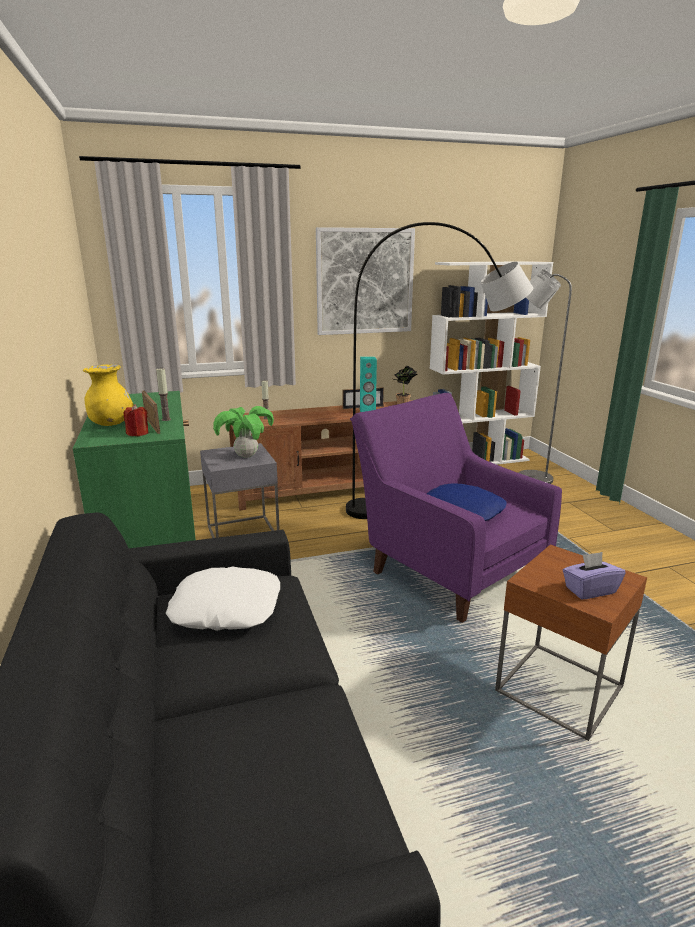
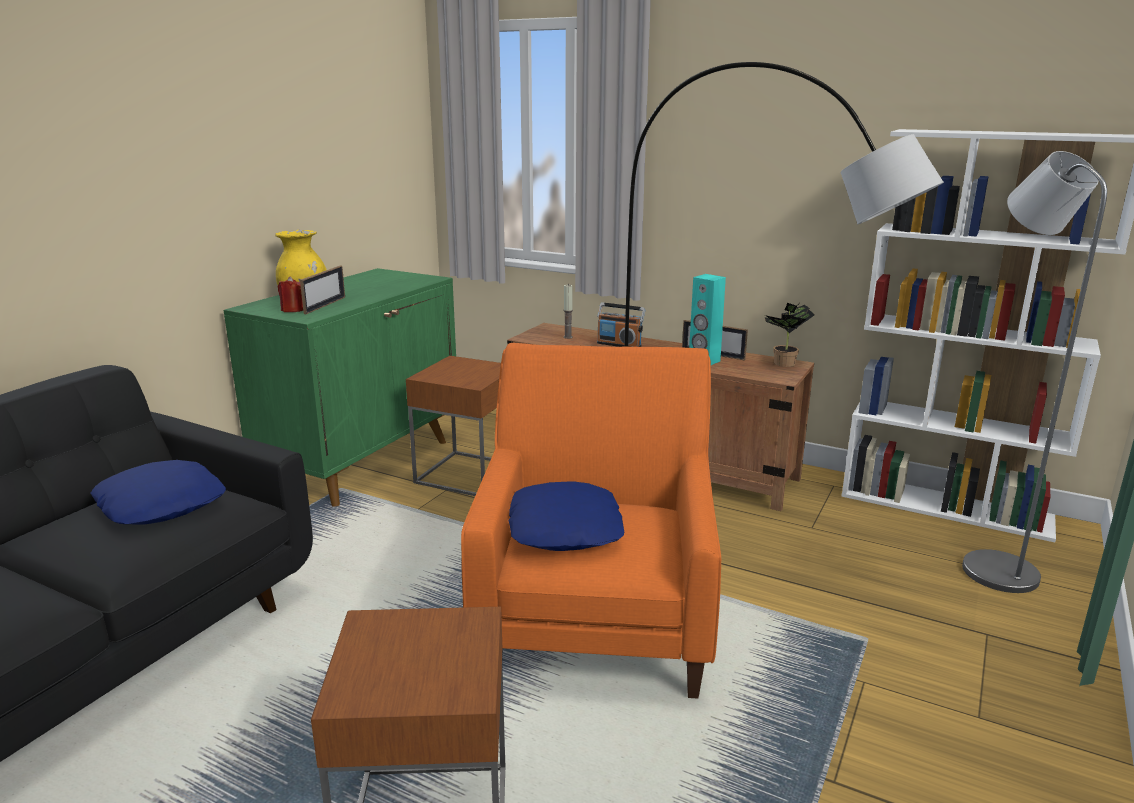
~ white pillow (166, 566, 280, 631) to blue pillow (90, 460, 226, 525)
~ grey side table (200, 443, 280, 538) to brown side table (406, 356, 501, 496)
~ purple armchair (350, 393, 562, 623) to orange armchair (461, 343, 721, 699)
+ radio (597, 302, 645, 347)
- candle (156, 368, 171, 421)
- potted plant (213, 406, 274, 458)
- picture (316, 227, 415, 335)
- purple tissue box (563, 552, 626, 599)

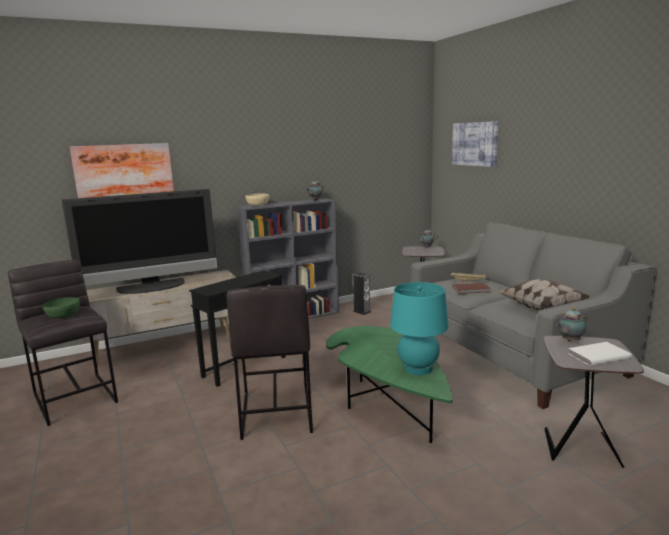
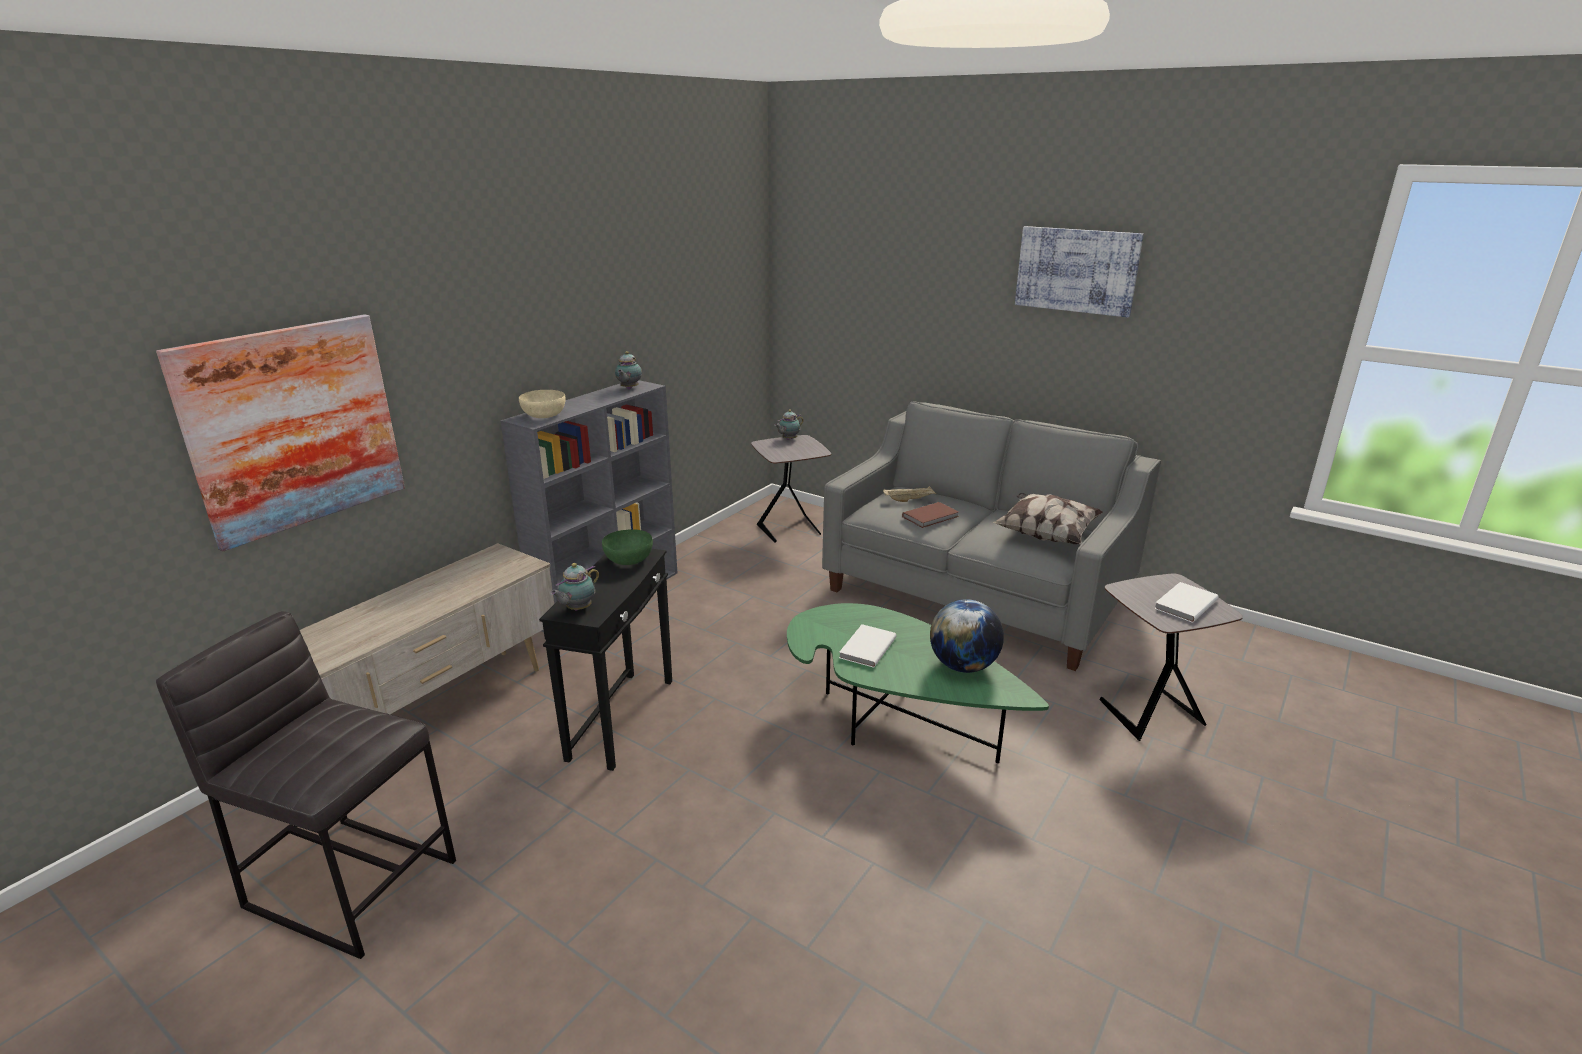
~ teapot (556, 307, 587, 342) to (550, 563, 599, 611)
~ green bowl (43, 297, 80, 319) to (602, 529, 653, 565)
+ white book (839, 624, 896, 668)
~ turquoise table lamp (390, 282, 448, 375) to globe (930, 599, 1004, 673)
~ picture (452, 121, 499, 167) to (1015, 226, 1144, 317)
- television (62, 189, 217, 294)
- grey stool (227, 285, 313, 440)
- speaker (353, 272, 371, 315)

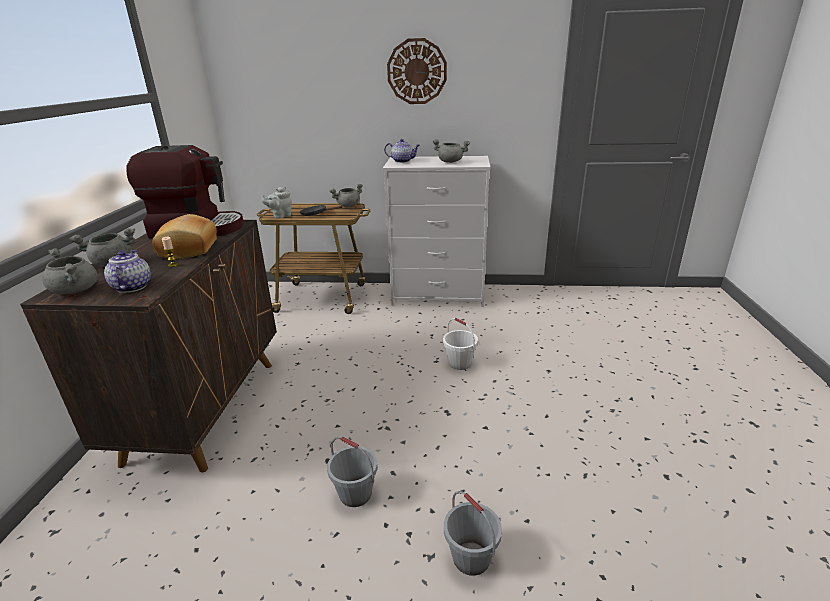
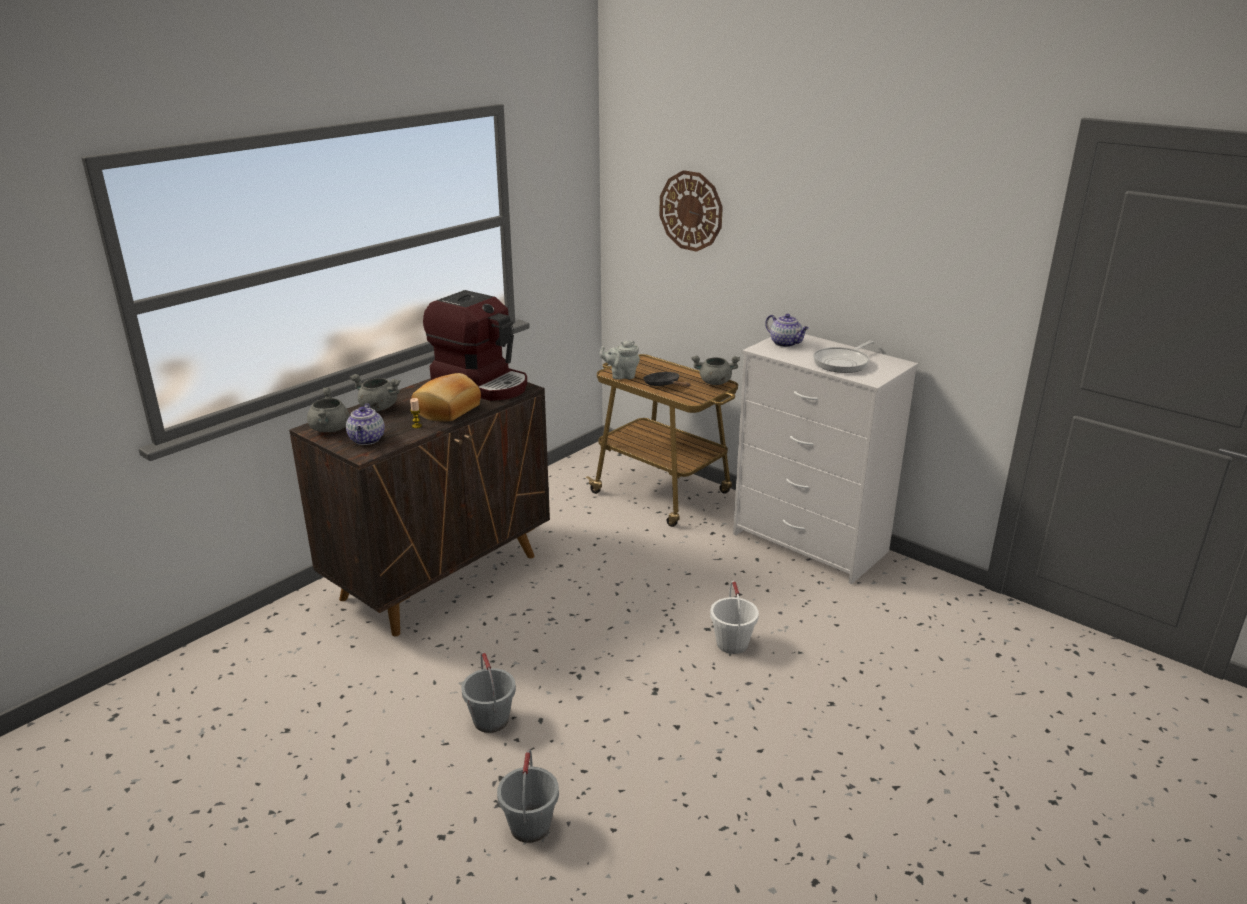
~ teapot (104, 250, 151, 293) = (346, 403, 385, 445) 150 degrees clockwise
~ wall clock (387, 38, 447, 104) to (659, 170, 723, 252)
~ grey cooking pot (433, 139, 470, 163) to frying pan (813, 341, 873, 373)

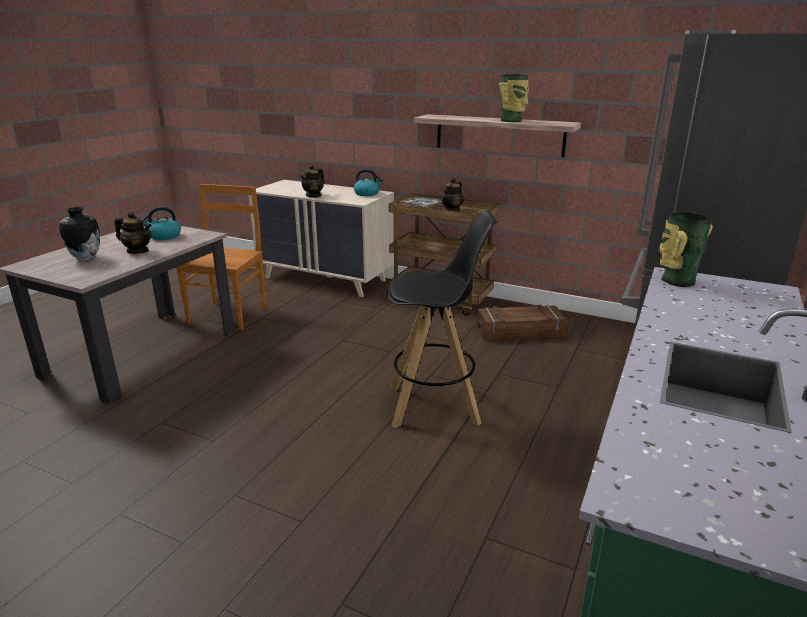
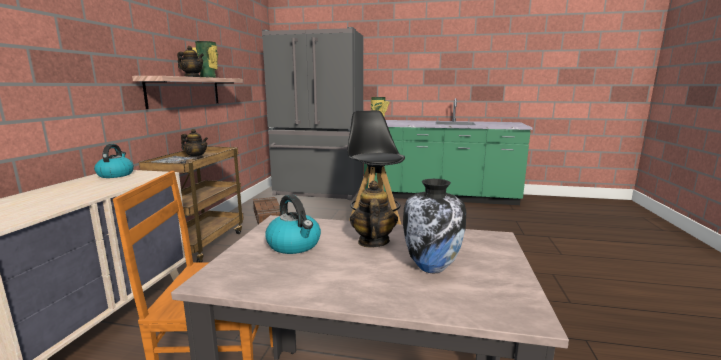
~ teapot (300, 164, 325, 198) to (177, 46, 204, 77)

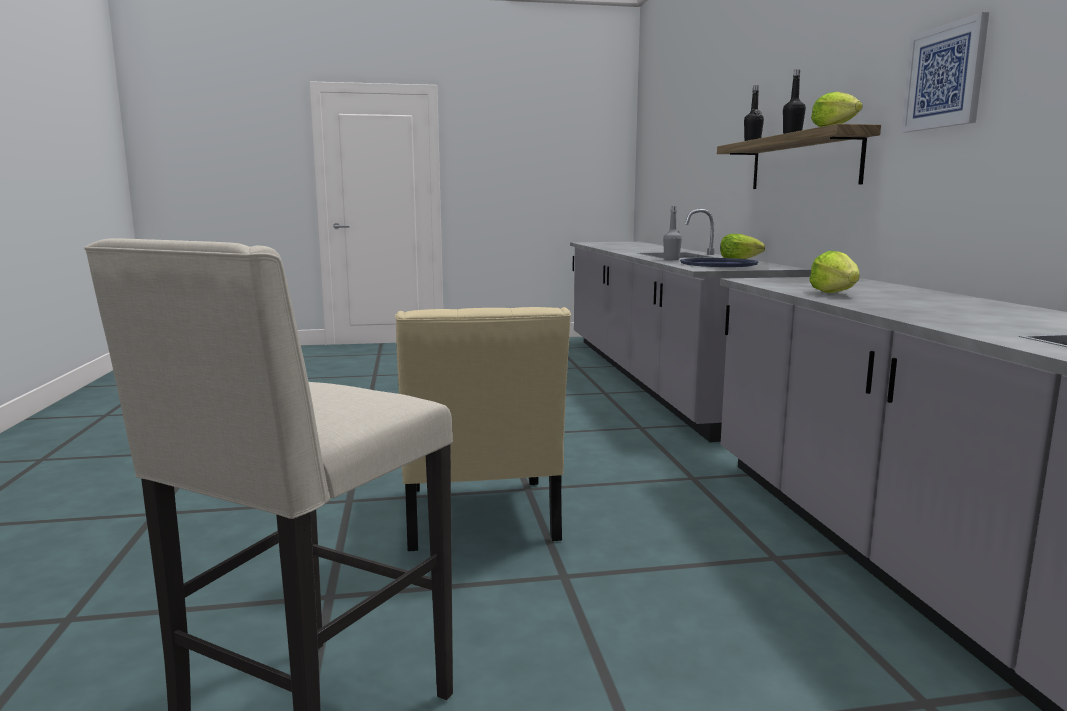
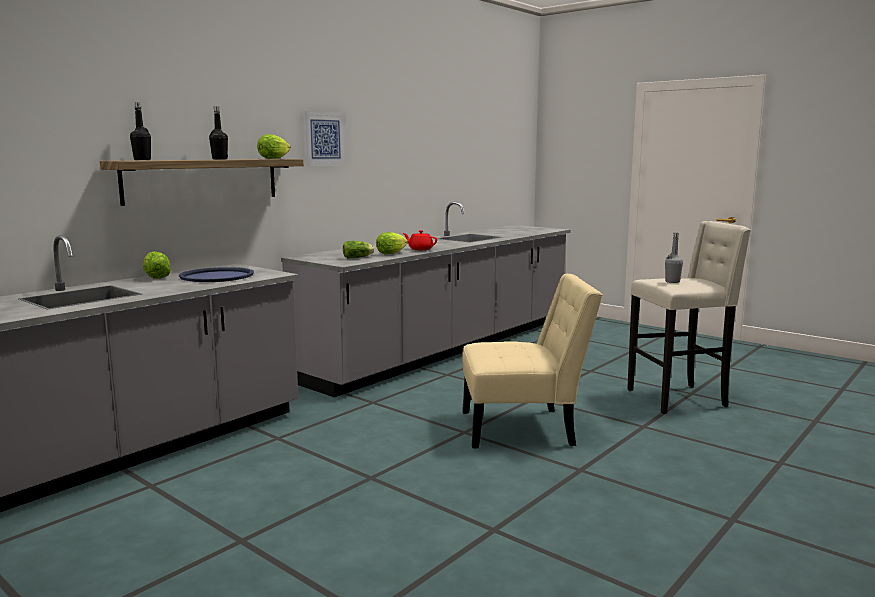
+ lettuce (343, 241, 374, 258)
+ red teapot (403, 230, 437, 250)
~ beige chair (395, 307, 571, 551) = (462, 274, 602, 449) 45 degrees clockwise
~ grey bottle (663, 206, 682, 260) to (665, 233, 683, 283)

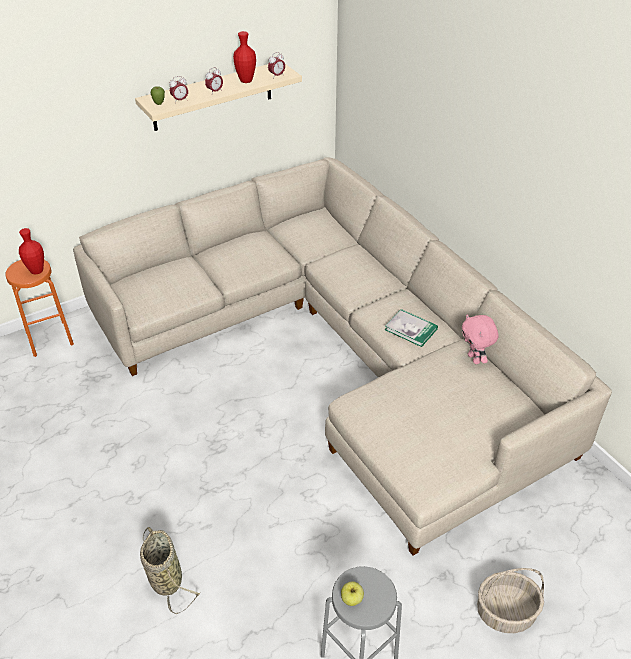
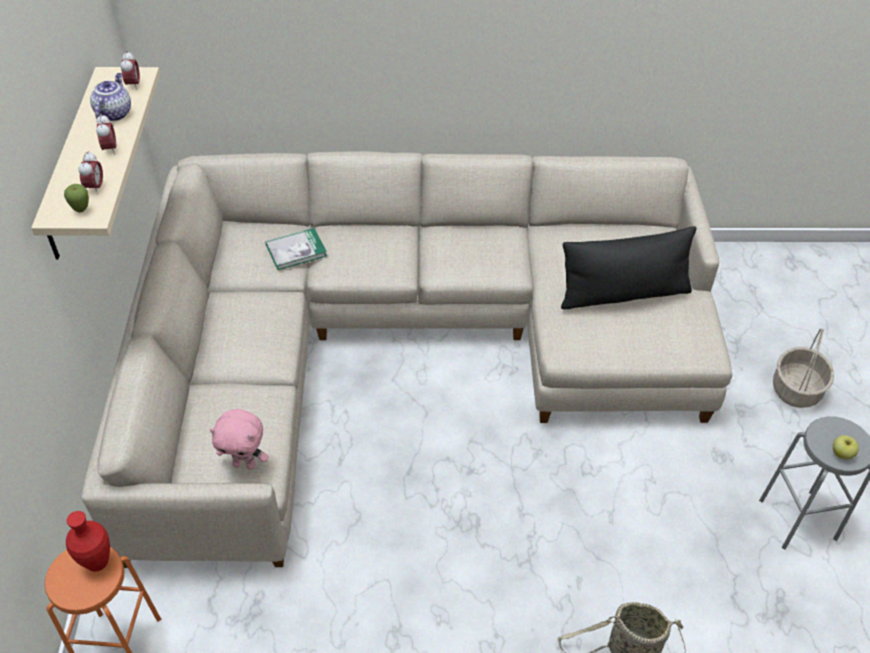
~ red vase (233, 31, 256, 83) to teapot (90, 73, 131, 121)
~ pink plush toy (462, 315, 499, 364) to (209, 409, 269, 470)
~ book (385, 309, 438, 347) to (265, 228, 327, 270)
+ black pillow (561, 226, 697, 309)

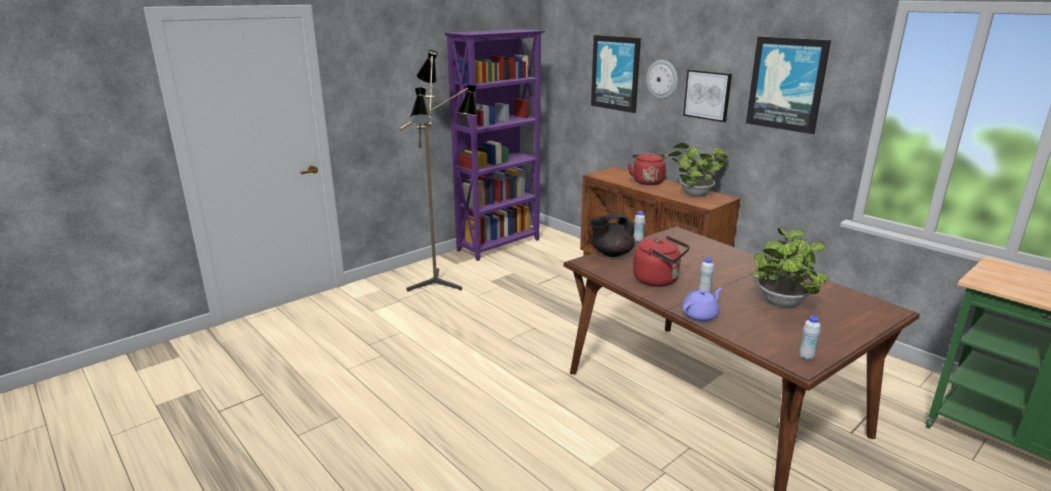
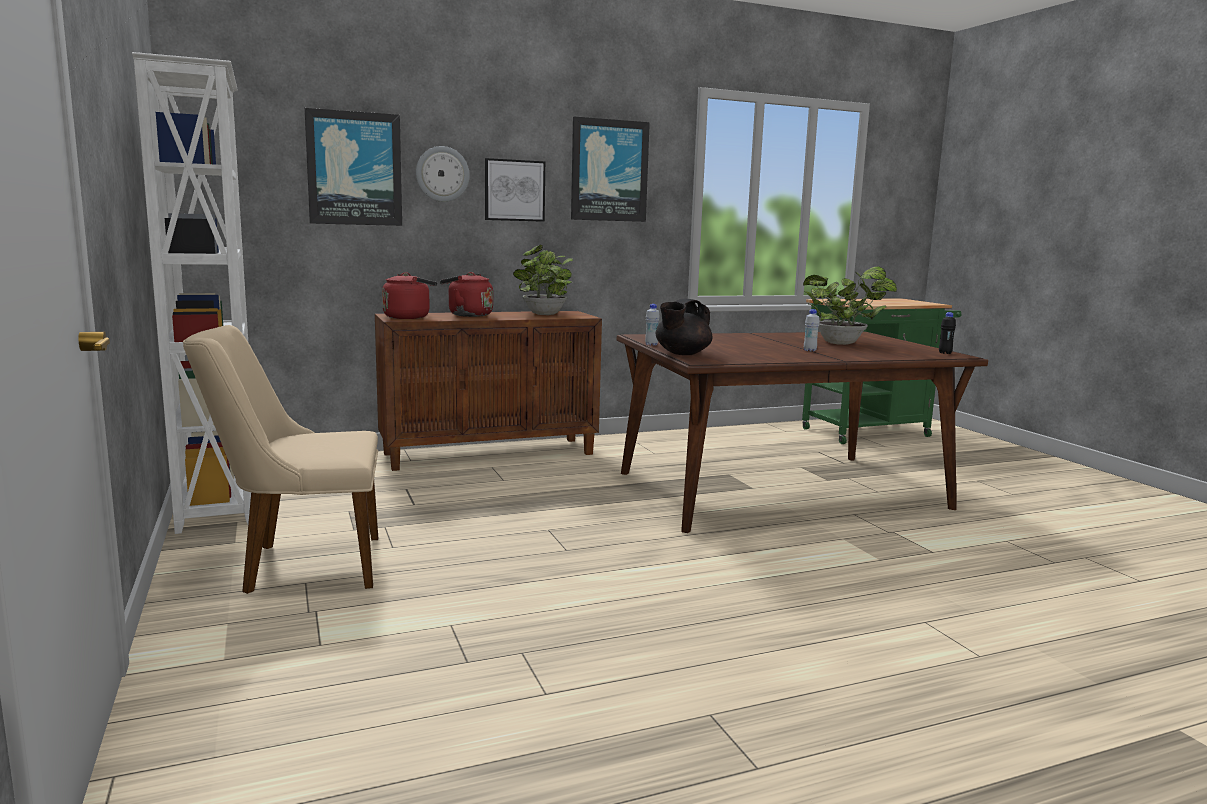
~ purple bookcase (444, 29, 545, 261) to white bookcase (132, 52, 251, 534)
~ floor lamp (399, 50, 478, 292) to beige chair (183, 325, 378, 594)
~ red kettle (633, 236, 690, 287) to (382, 272, 437, 319)
~ black teapot (590, 213, 635, 257) = (656, 298, 712, 355) 45 degrees clockwise
~ white bottle (799, 316, 821, 360) to black bottle (939, 312, 956, 354)
- purple teapot (682, 288, 722, 322)

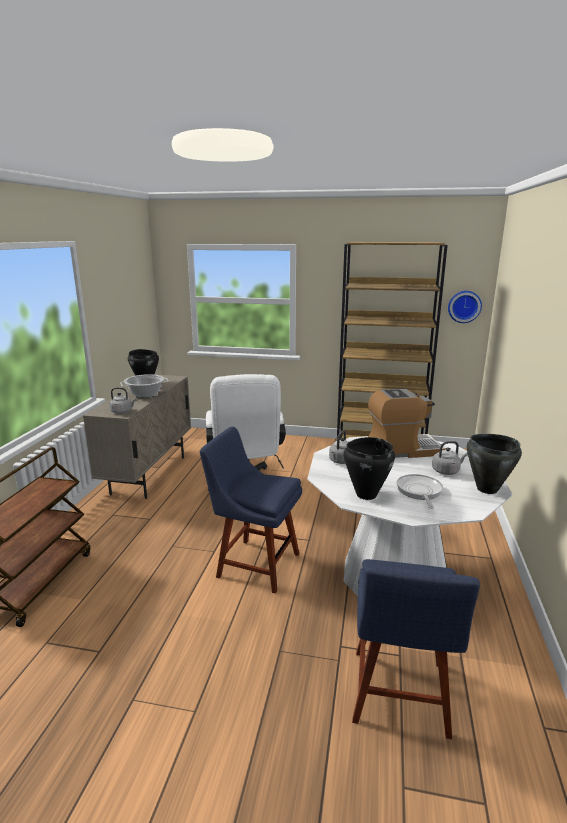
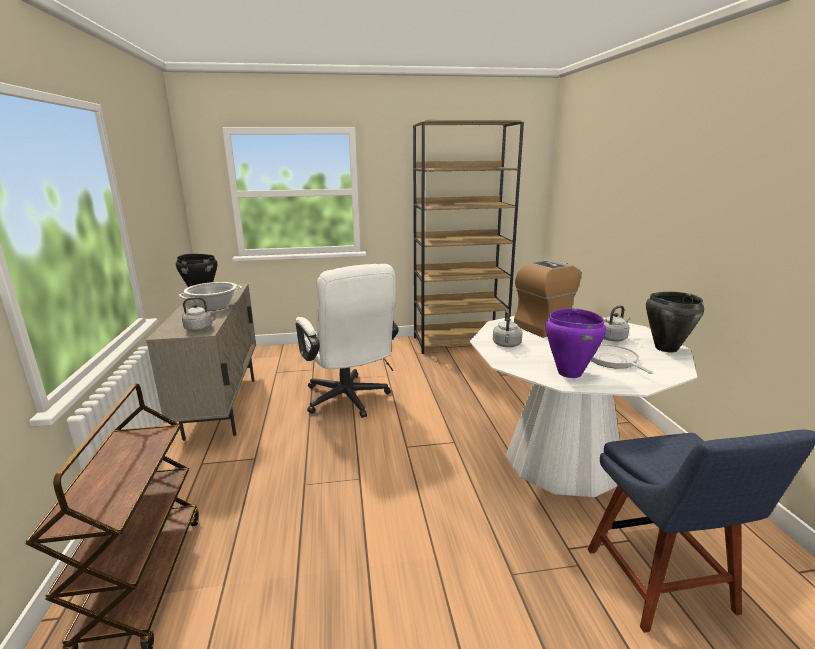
~ black cooking pot (344, 437, 395, 500) to purple cooking pot (545, 308, 606, 378)
- blue chair (200, 427, 302, 594)
- wall clock (448, 291, 482, 323)

